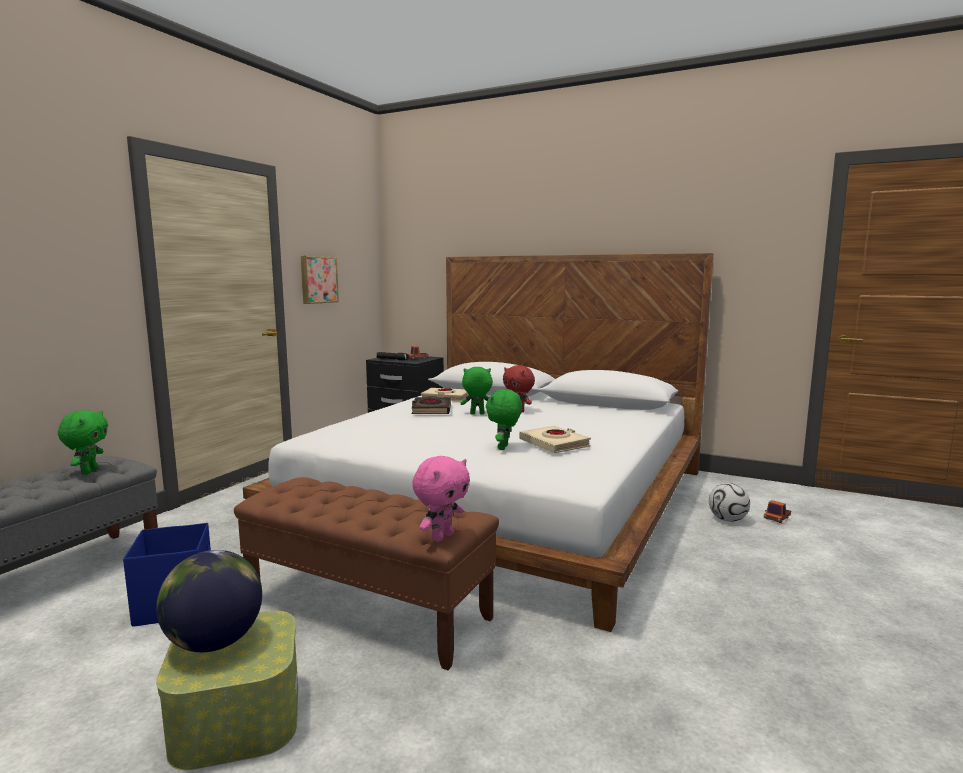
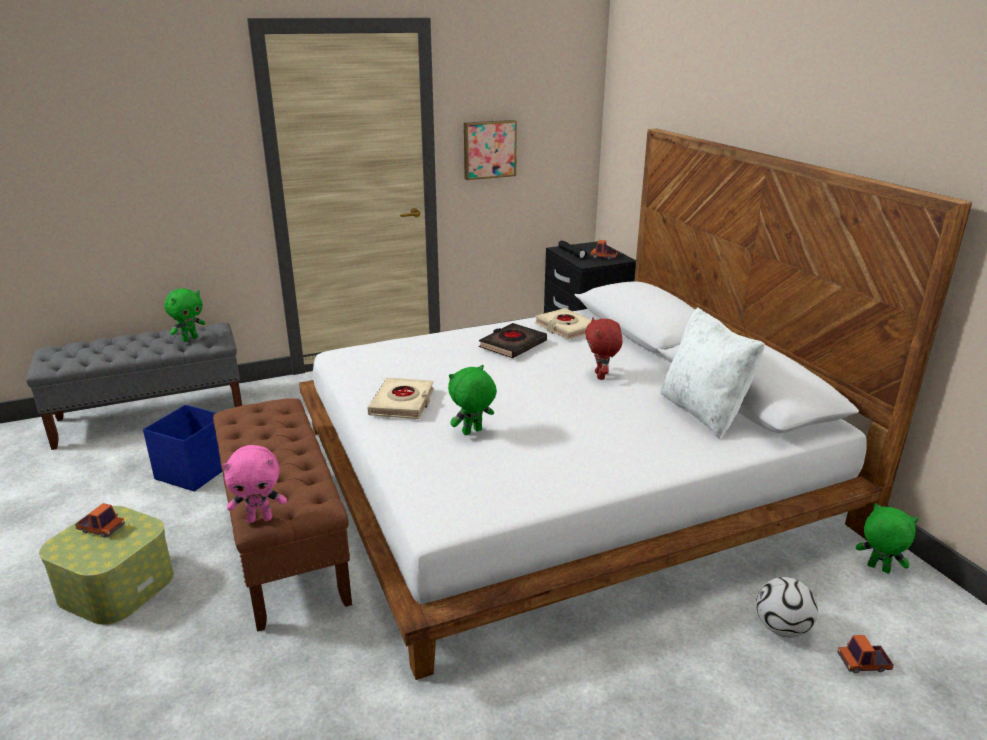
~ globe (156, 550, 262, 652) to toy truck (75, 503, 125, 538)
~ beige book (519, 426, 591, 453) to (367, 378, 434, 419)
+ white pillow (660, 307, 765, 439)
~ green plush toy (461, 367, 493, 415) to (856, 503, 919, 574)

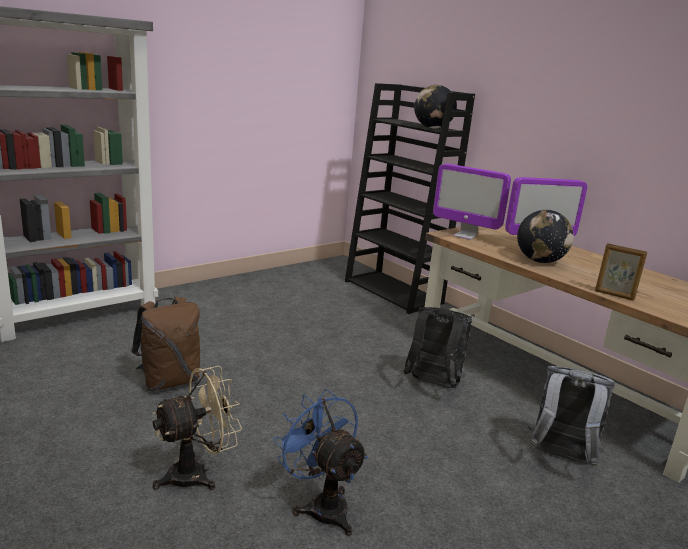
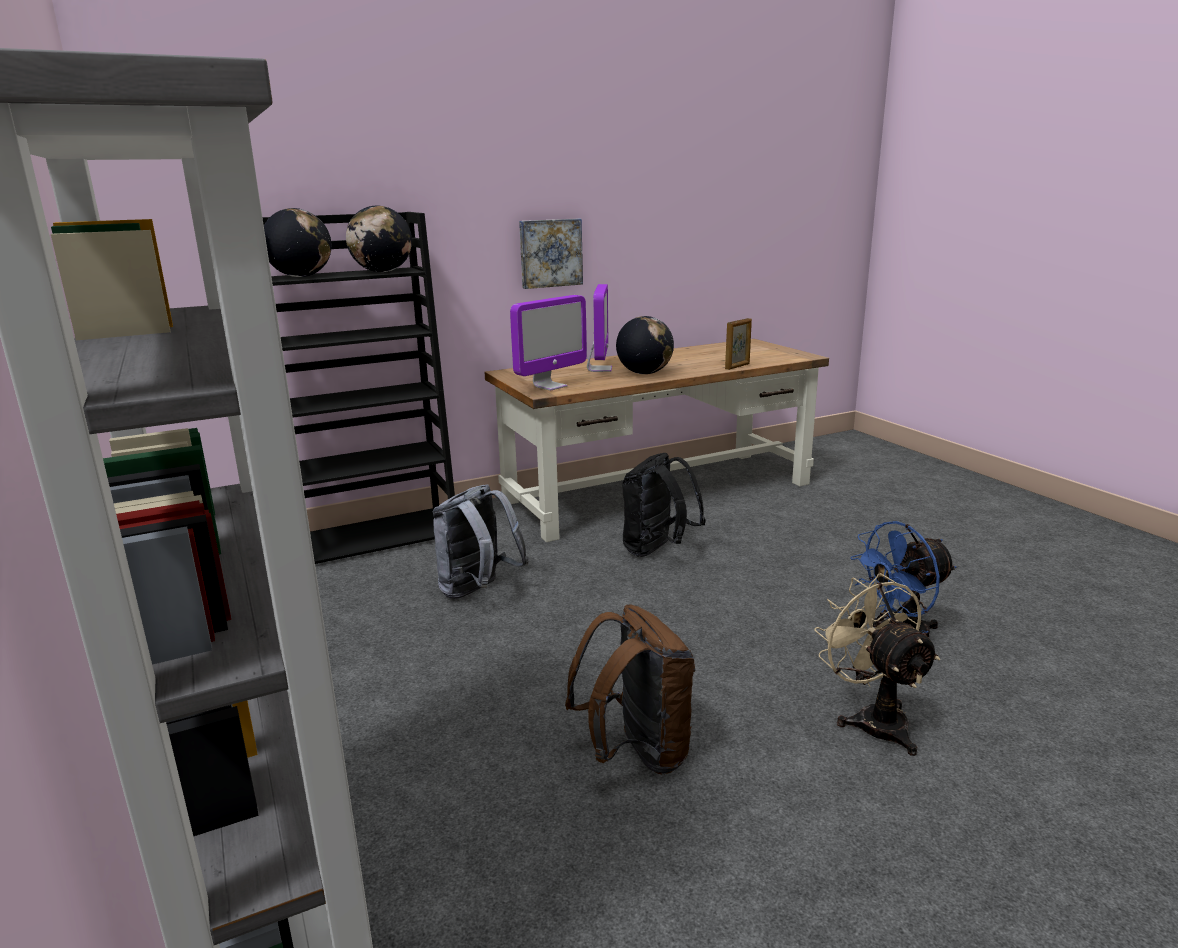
+ globe (264, 208, 332, 277)
~ grey backpack (528, 366, 615, 467) to (433, 484, 529, 599)
+ picture (519, 218, 583, 289)

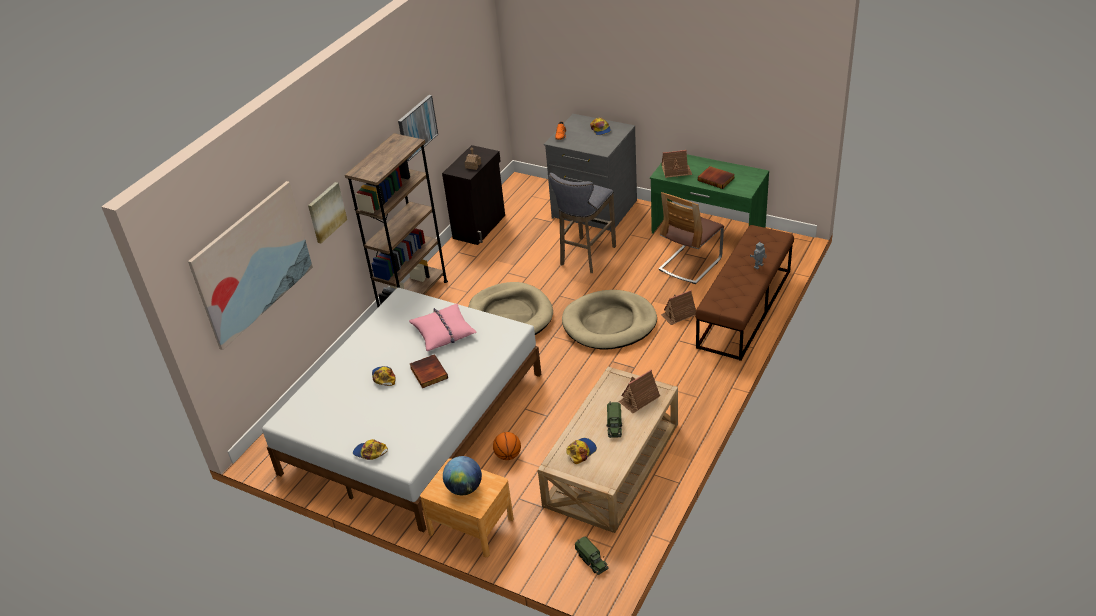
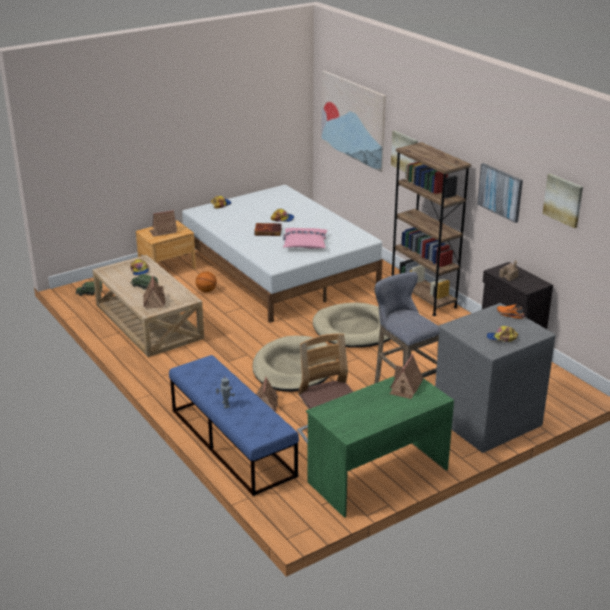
~ globe (443, 456, 482, 495) to toy house (149, 210, 177, 237)
~ brown bench (695, 225, 794, 361) to blue bench (169, 355, 299, 496)
+ picture (543, 173, 583, 228)
- book (698, 166, 735, 189)

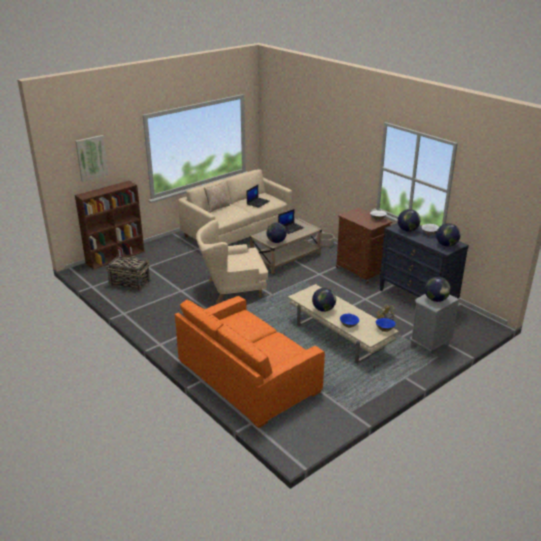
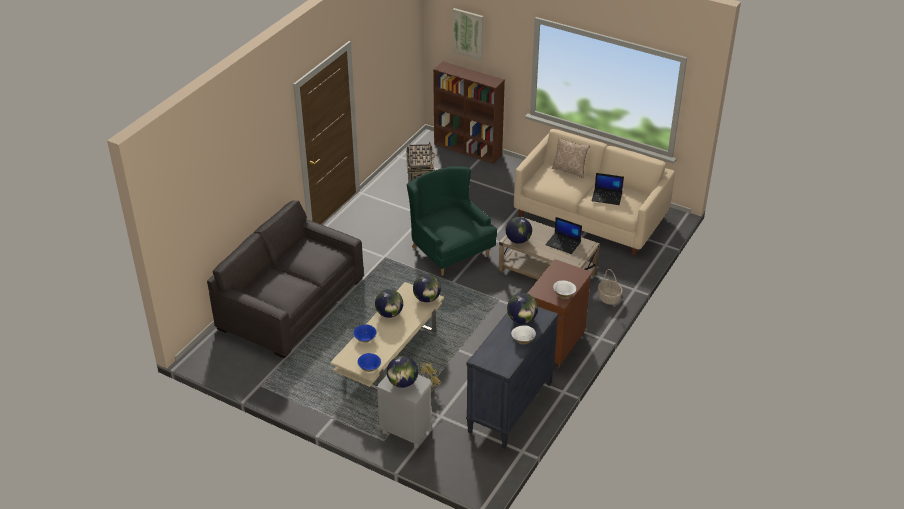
~ orange sofa (175, 296, 325, 428) to grey sofa (207, 201, 364, 358)
~ beige armchair (196, 220, 268, 304) to green armchair (406, 166, 497, 276)
~ globe (436, 223, 460, 247) to (413, 274, 441, 302)

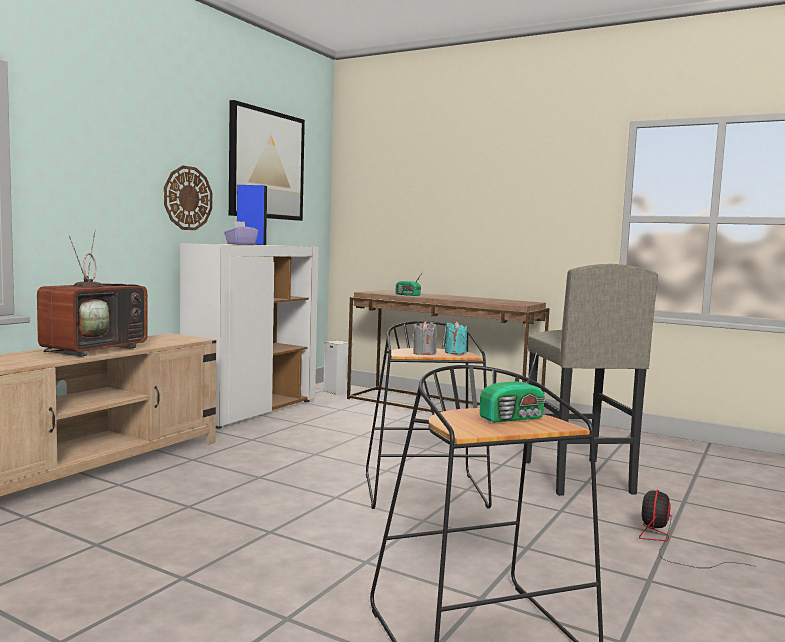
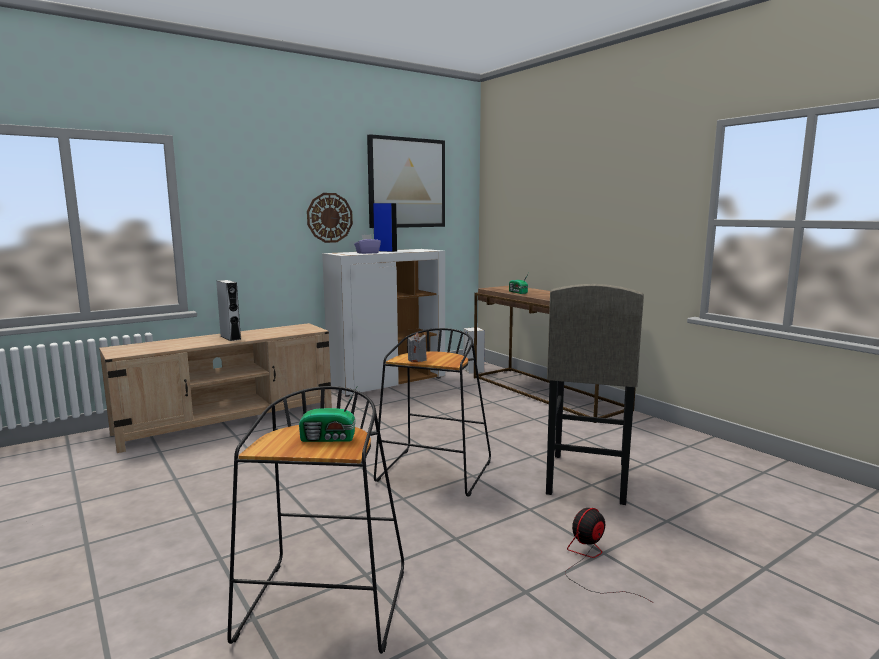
~ television (37, 230, 148, 356) to grey speaker (216, 280, 241, 341)
- turquoise candle (445, 321, 467, 355)

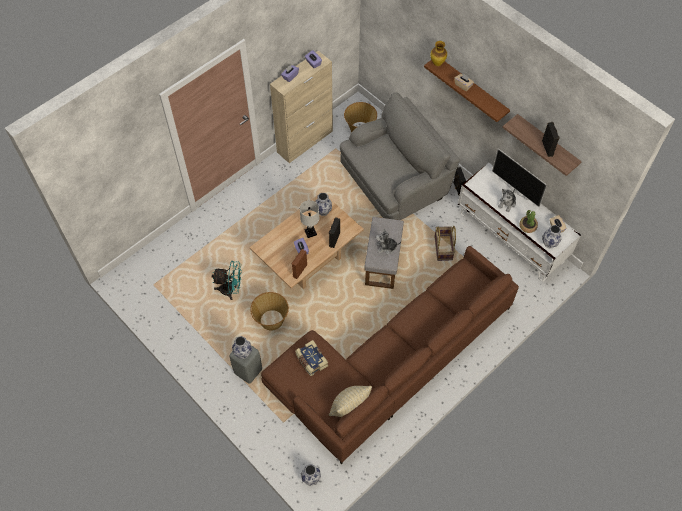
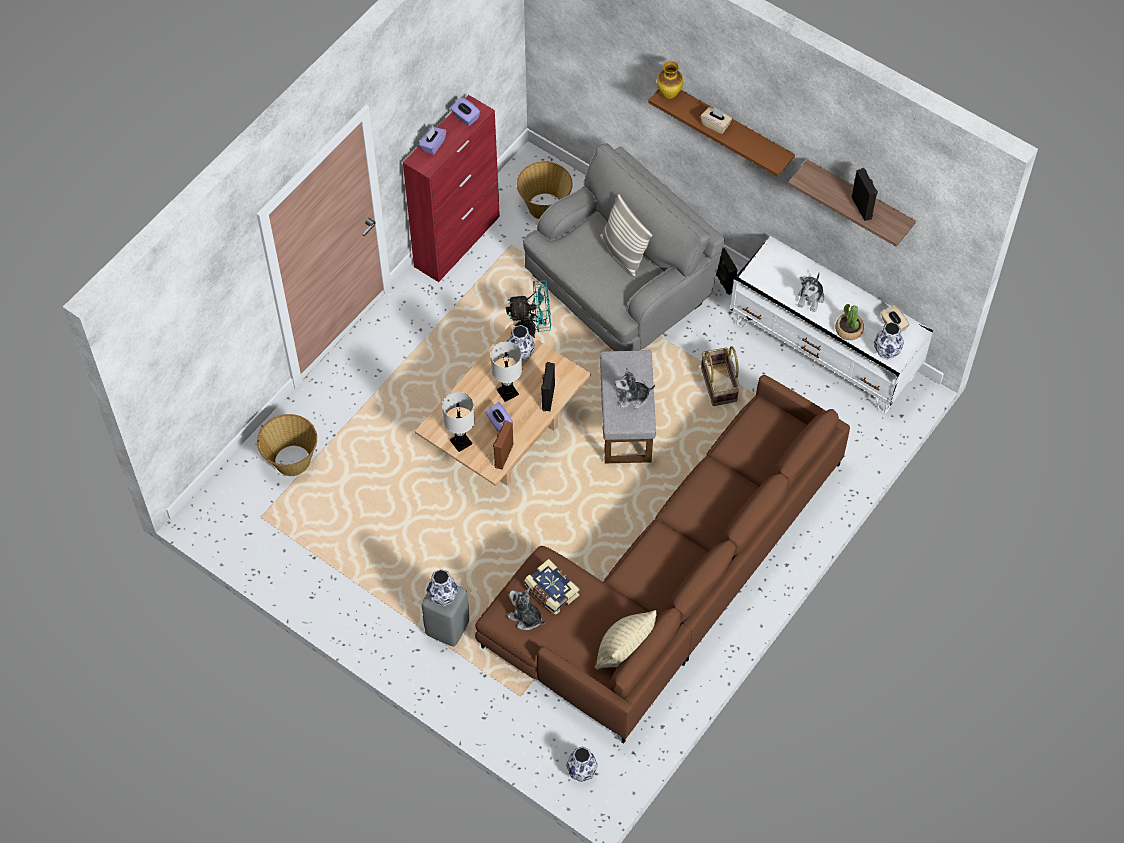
~ basket (250, 292, 289, 331) to (257, 414, 317, 476)
~ beige cabinet (270, 51, 333, 163) to red cabinet (403, 95, 500, 282)
+ white table lamp (442, 392, 475, 452)
~ turquoise fan (212, 261, 242, 300) to (506, 281, 551, 338)
+ plush toy (507, 587, 546, 630)
+ pillow (600, 194, 652, 276)
- television (492, 149, 547, 207)

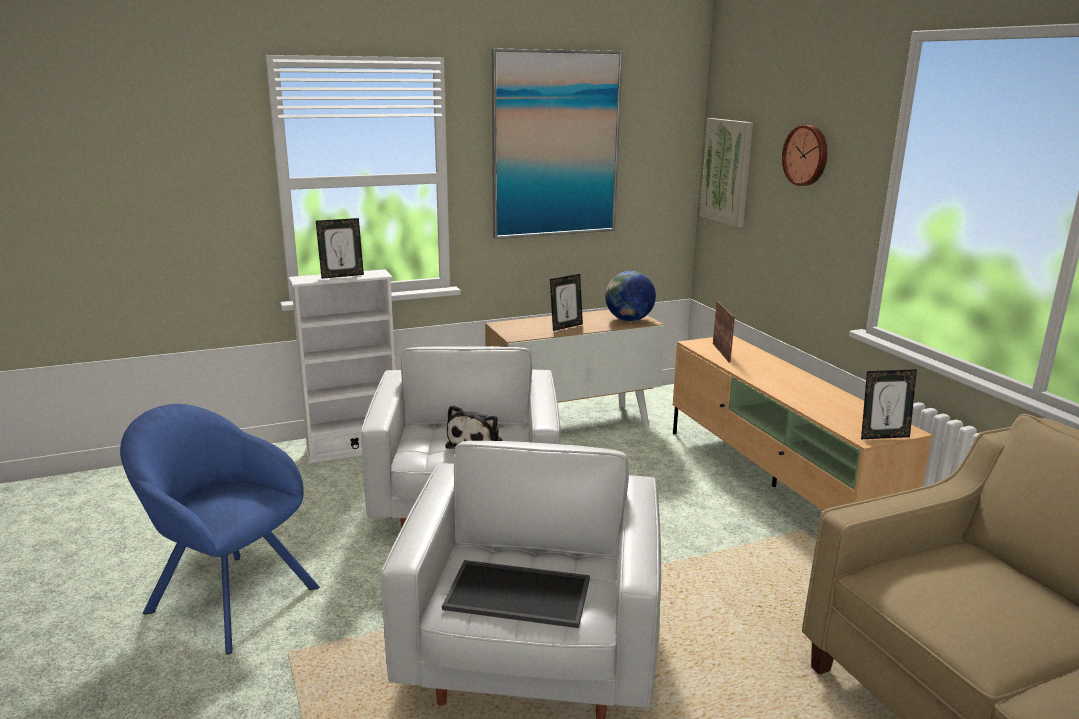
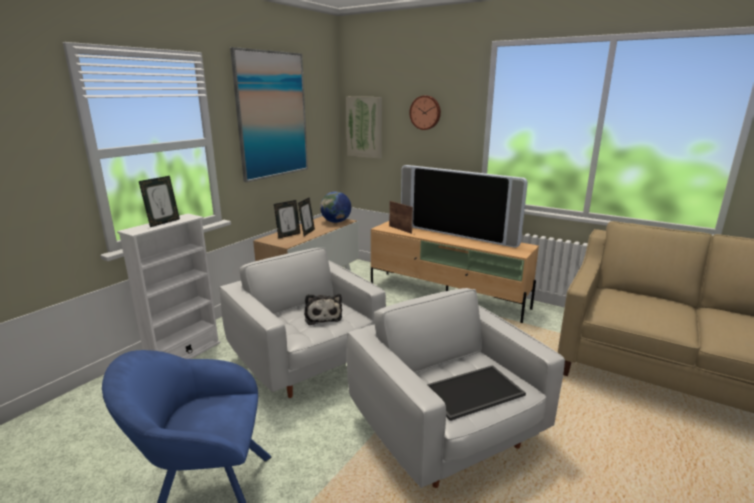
~ picture frame (861, 369, 917, 439) to (274, 200, 300, 238)
+ television (401, 165, 528, 248)

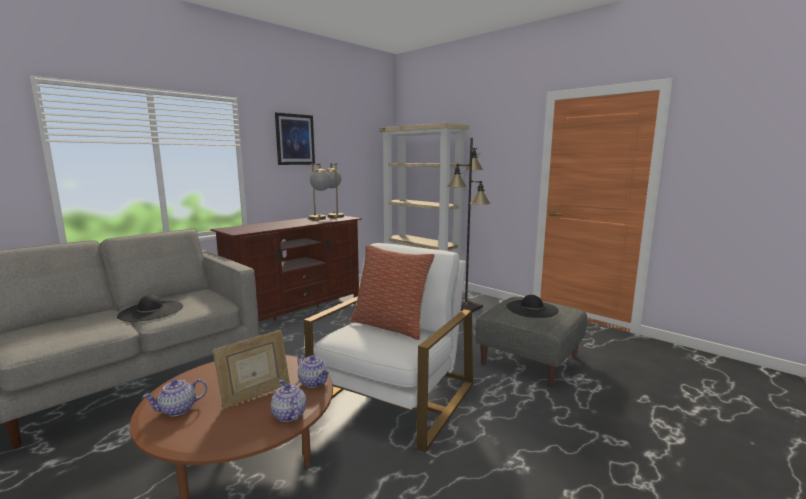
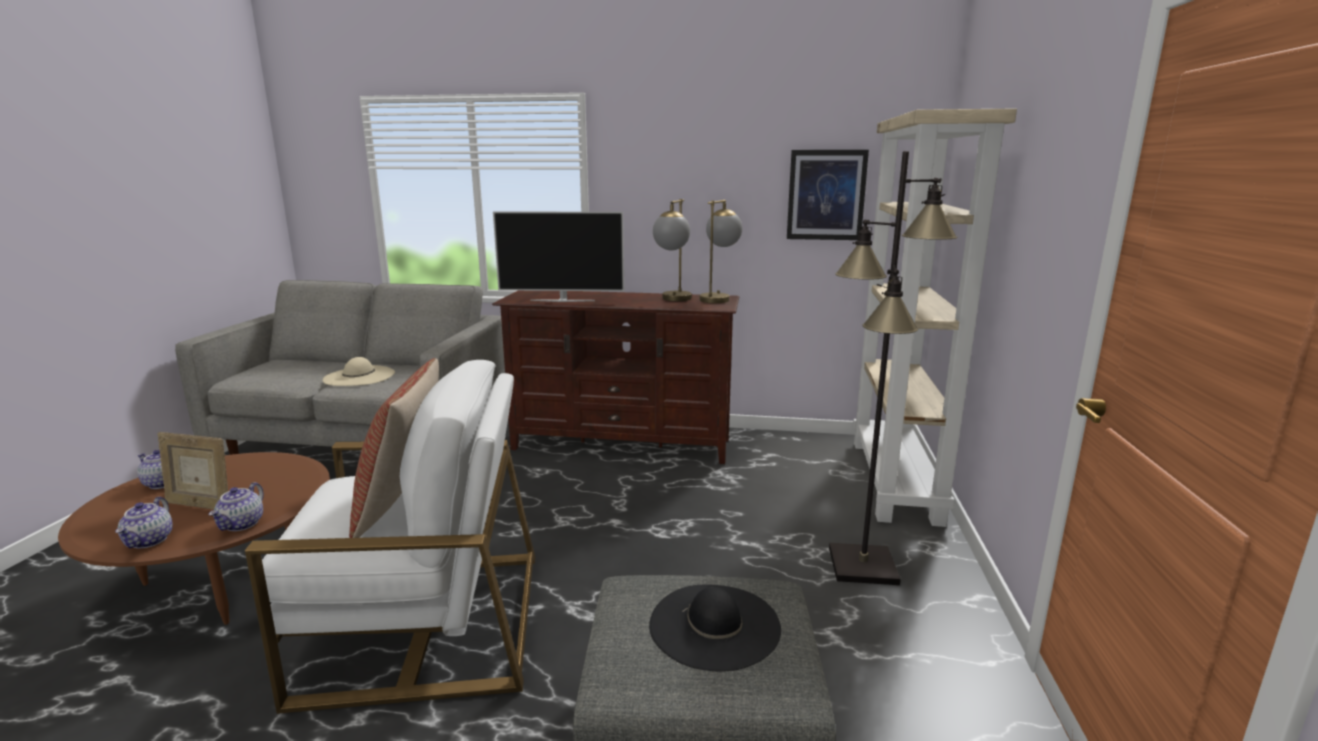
~ teapot (271, 380, 306, 422) = (116, 497, 173, 548) 150 degrees clockwise
~ black hat (117, 295, 183, 322) to beige hat (322, 357, 395, 386)
+ television (493, 211, 624, 302)
~ picture (275, 112, 315, 165) to (787, 150, 869, 240)

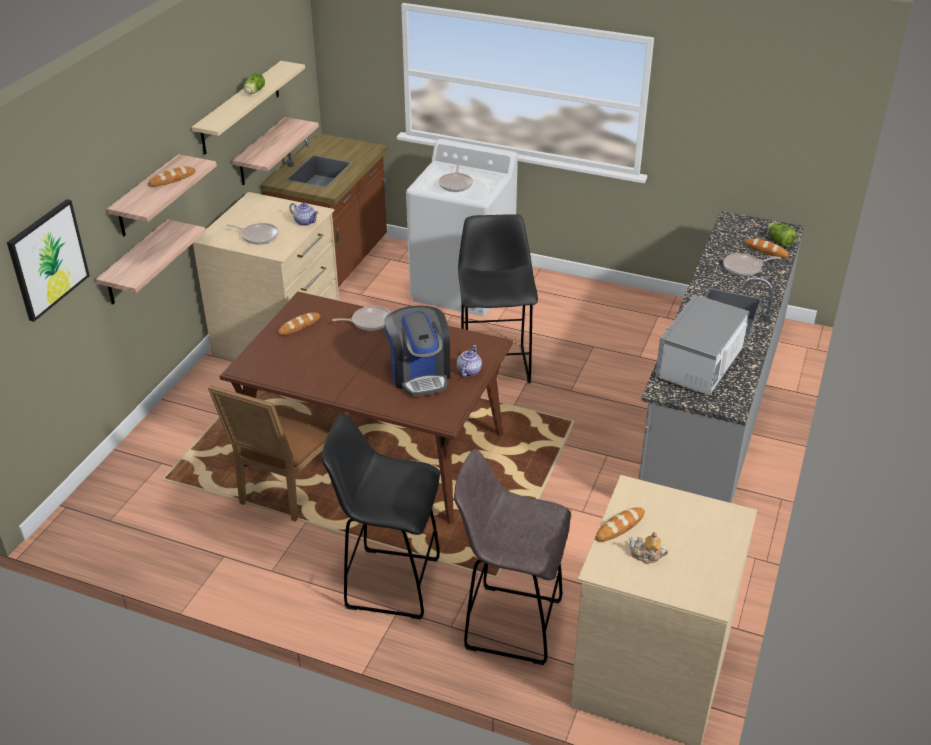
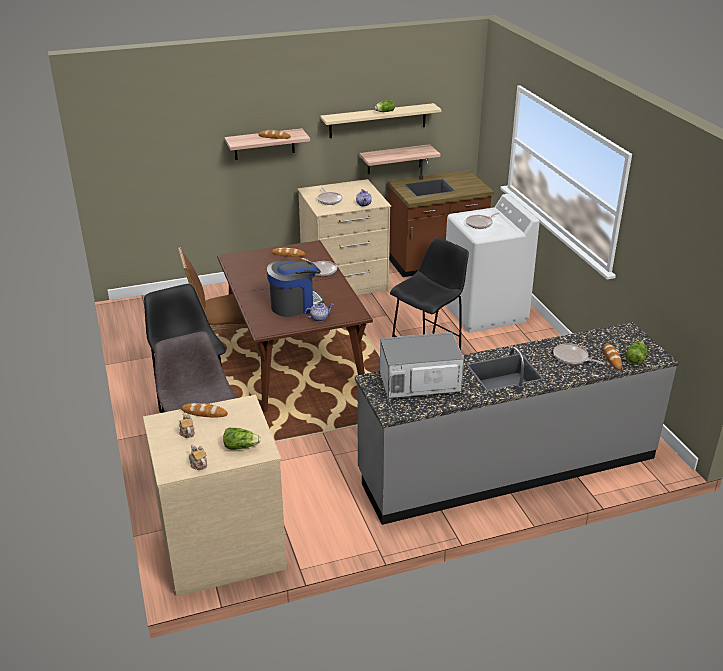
+ teapot (189, 444, 207, 470)
+ lettuce (223, 427, 261, 450)
~ coffee machine (384, 306, 450, 396) = (267, 260, 324, 317) 150 degrees counterclockwise
- picture (7, 199, 90, 322)
- shelf (96, 219, 206, 304)

